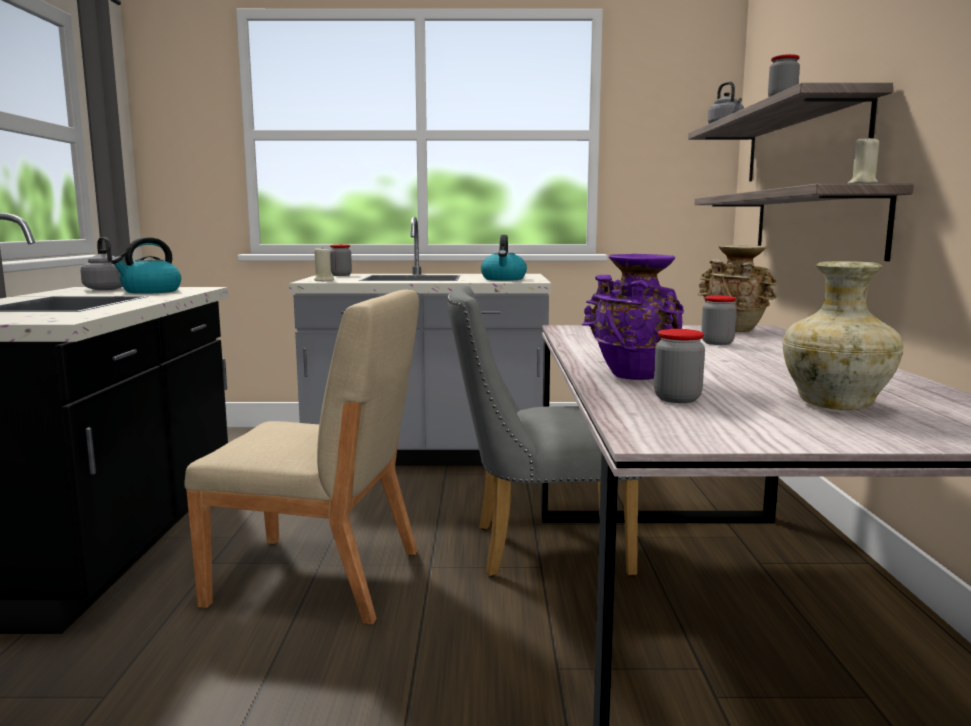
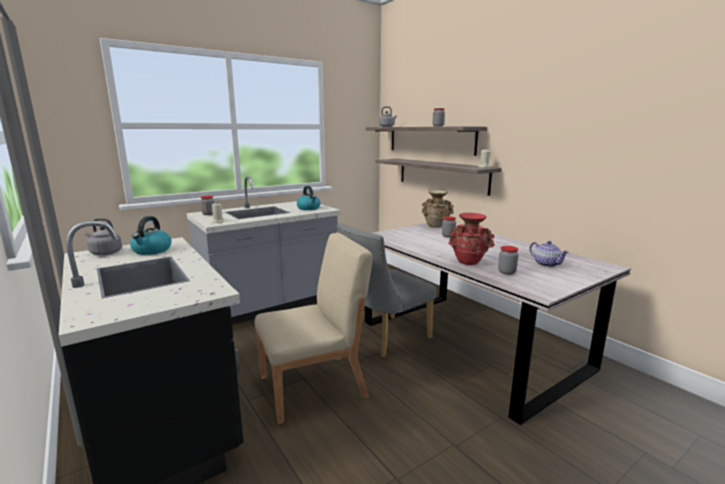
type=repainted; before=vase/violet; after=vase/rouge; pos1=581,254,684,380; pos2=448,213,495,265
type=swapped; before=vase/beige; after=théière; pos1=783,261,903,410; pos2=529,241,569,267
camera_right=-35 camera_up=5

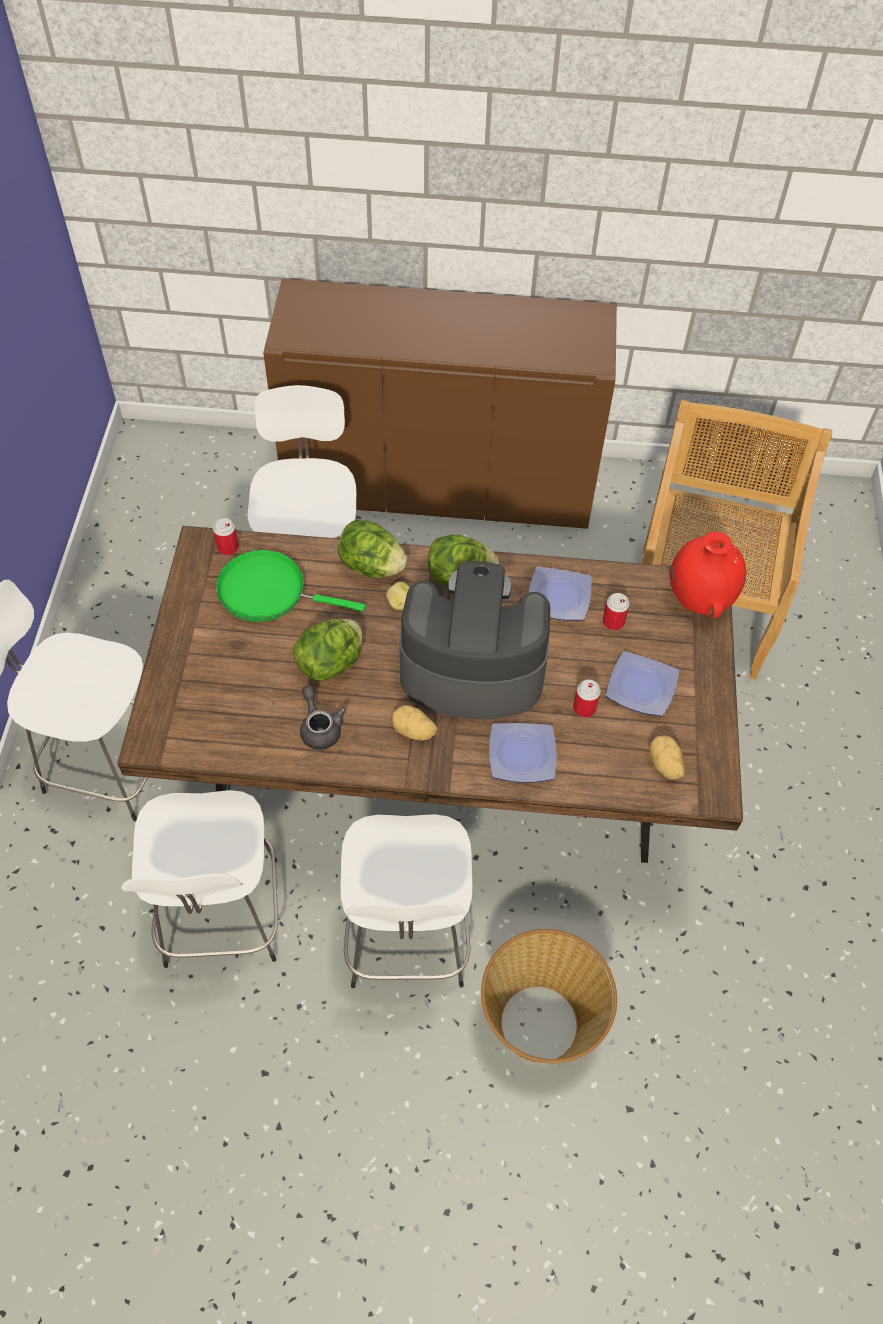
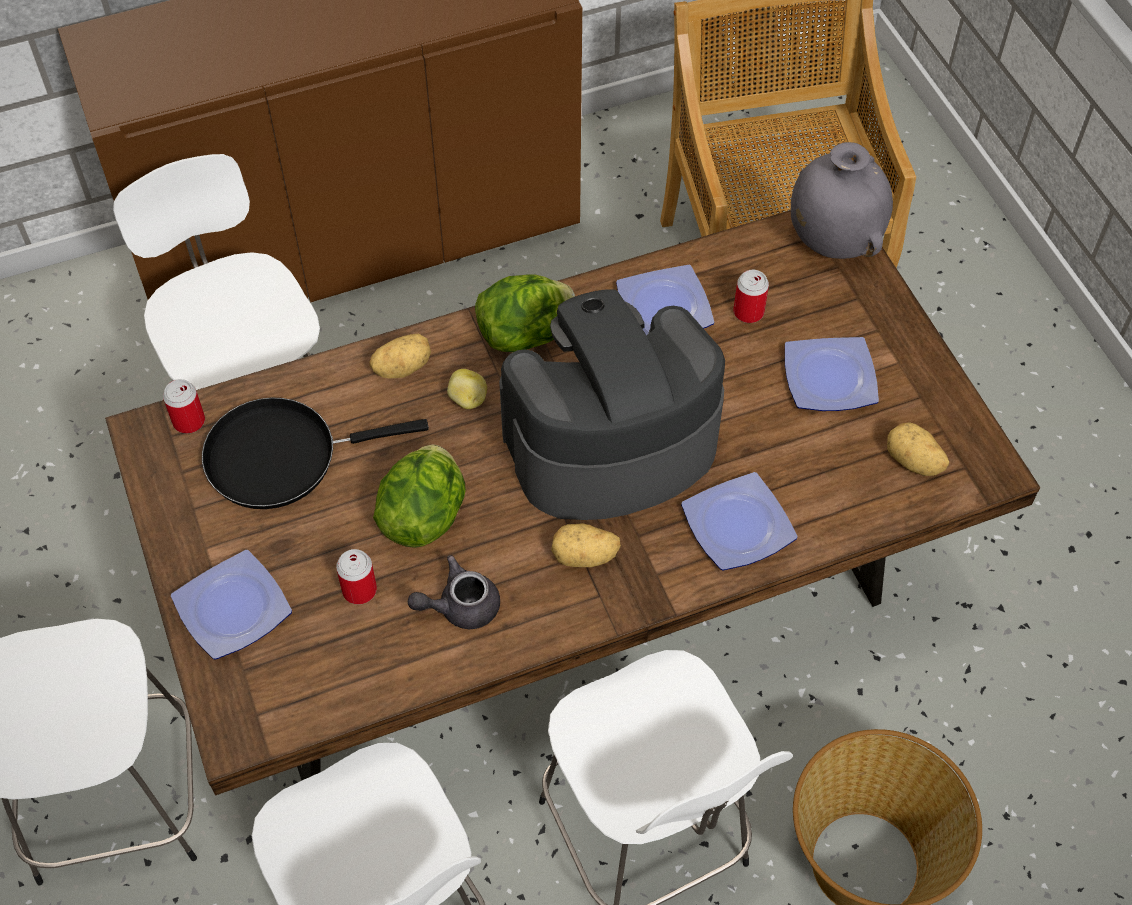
type=repainted; before=poêle/vert; after=poêle/noir; pos1=216,550,365,622; pos2=202,398,429,509
type=rotated; before=théière/gris; pos1=300,686,346,750; pos2=408,555,500,629; turn=-60
type=swapped; before=laitue; after=pomme de terre; pos1=338,520,408,578; pos2=369,334,431,378
type=shifted; before=boîte métallique; pos1=573,679,601,718; pos2=336,549,377,604
type=repainted; before=vase/rouge; after=vase/gris; pos1=670,532,746,618; pos2=791,142,893,259
type=new; after=assiette; pos2=171,550,292,660
camera_right=-25 camera_up=0

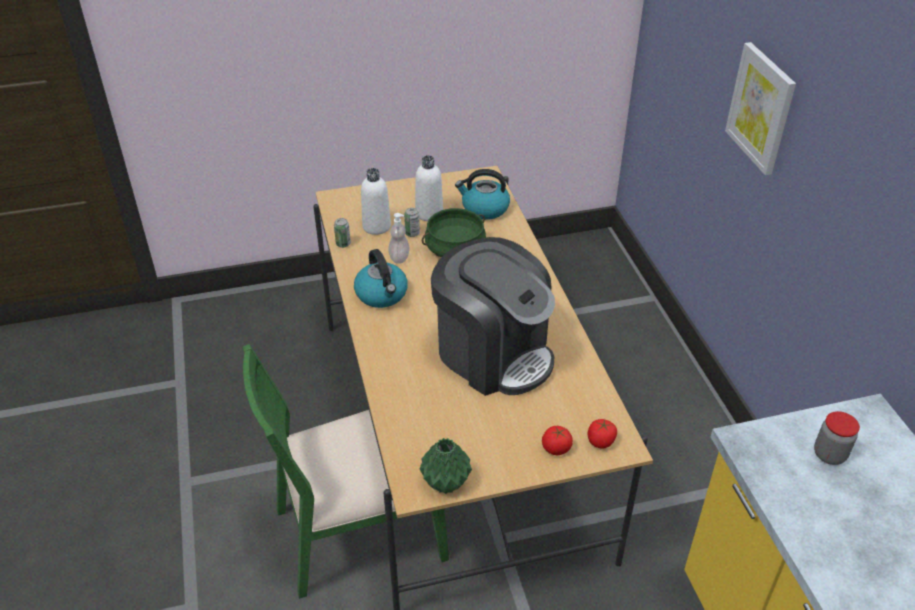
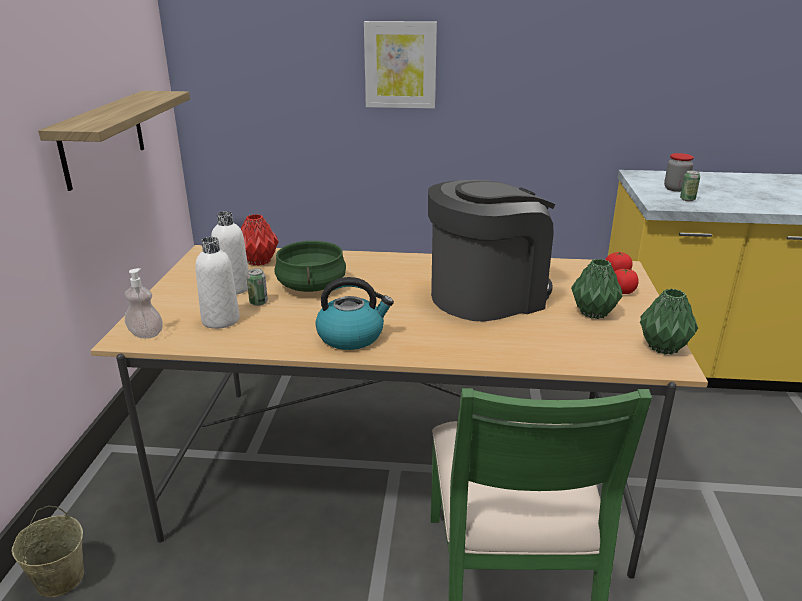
type=shifted; before=boîte métallique; pos1=334,218,351,248; pos2=680,170,700,201
type=shifted; before=distributeur de savon; pos1=388,213,410,264; pos2=125,268,163,338
type=swapped; before=bouilloire; after=vase/rouge; pos1=455,169,510,220; pos2=241,214,279,266
type=new; after=seau/beige; pos2=12,506,84,597
type=new; after=étagère; pos2=38,91,190,191
type=new; after=vase/vert; pos2=571,259,623,319
camera_right=-70 camera_up=-15

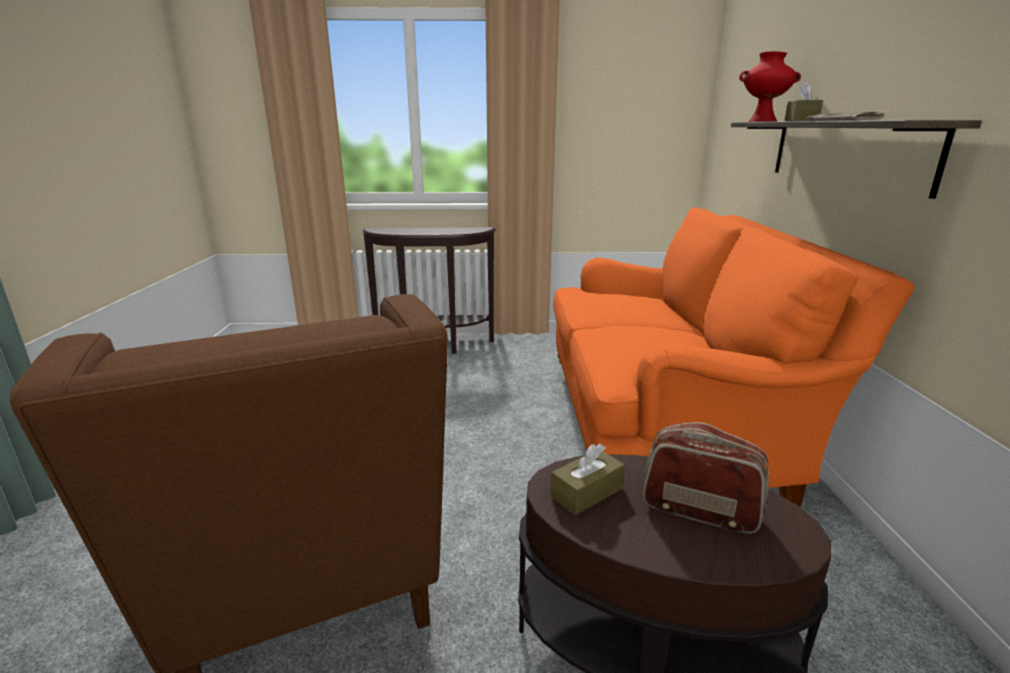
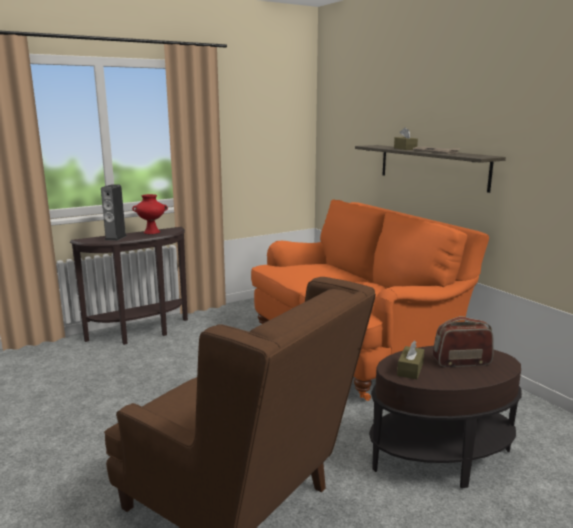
type=shifted; before=vase/rouge; pos1=739,51,801,122; pos2=132,194,168,234
type=new; after=enceinte; pos2=101,184,127,241
camera_right=-30 camera_up=-5

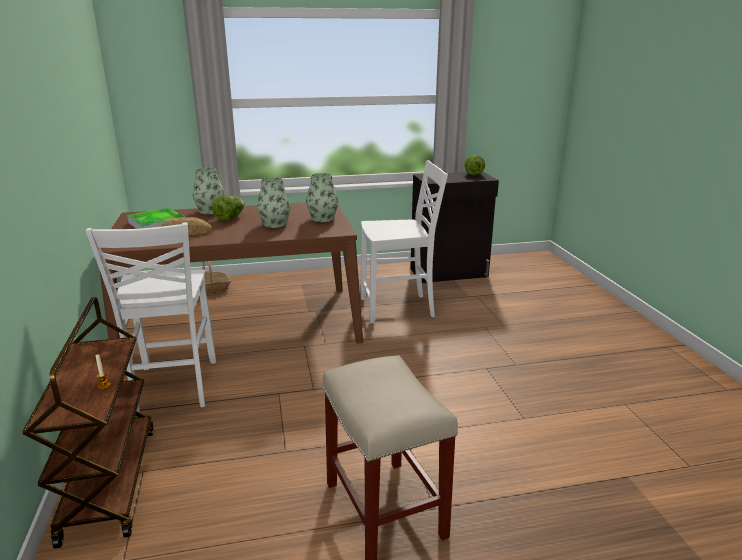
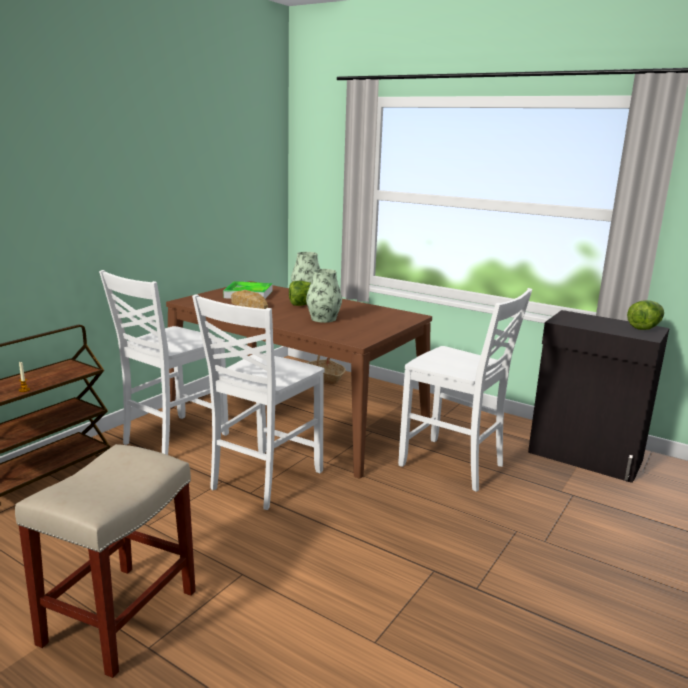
type=gone; before=vase; pos1=306,173,339,222
type=new; after=chaise/blanc; pos2=192,294,325,510
camera_right=45 camera_up=-5

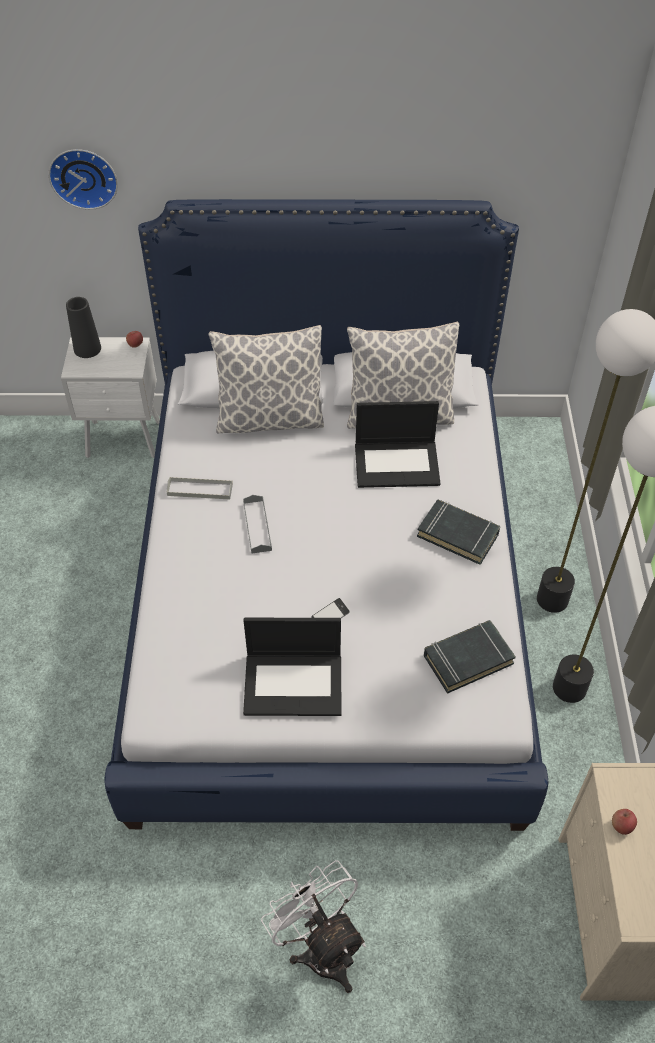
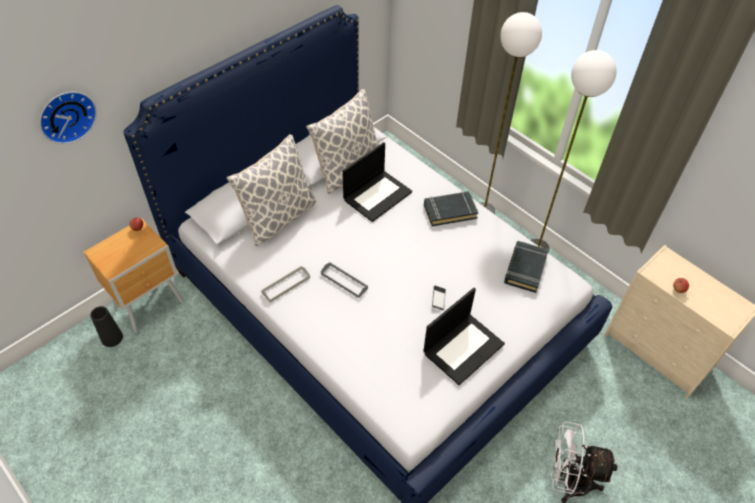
type=repainted; before=table de chevet/blanc; after=table de chevet/marron; pos1=61,337,160,458; pos2=84,218,184,333
type=shifted; before=vase/noir; pos1=66,297,101,358; pos2=90,306,123,347
camera_right=-45 camera_up=0

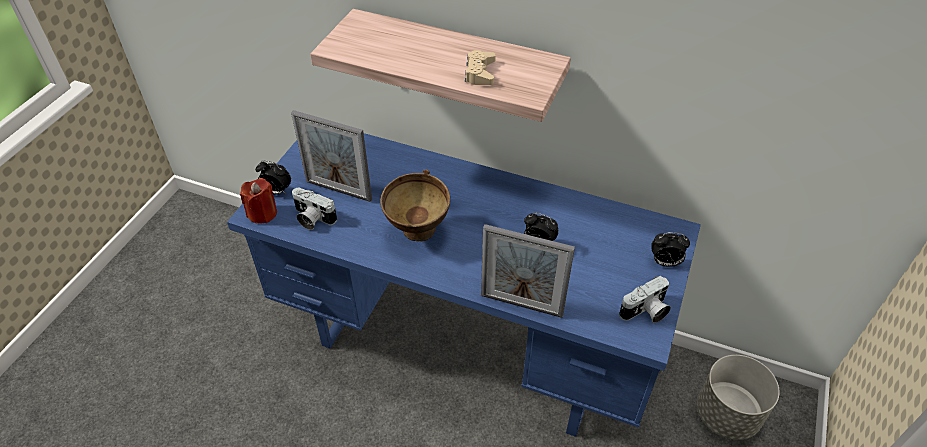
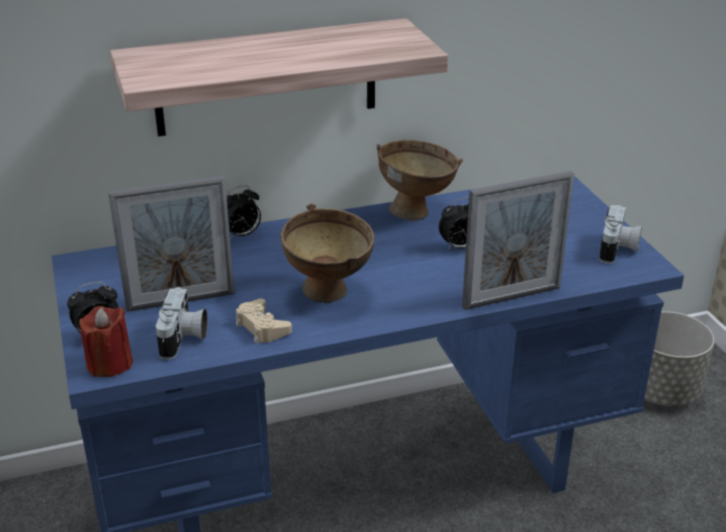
type=rotated; before=appareil photo; pos1=292,188,337,230; pos2=156,287,208,360; turn=-75
type=shifted; before=manette/beige; pos1=465,50,496,85; pos2=236,299,292,344
type=shifted; before=réveil; pos1=651,232,690,267; pos2=227,185,261,240
type=new; after=bol/marron; pos2=377,140,463,221
camera_right=-40 camera_up=-15

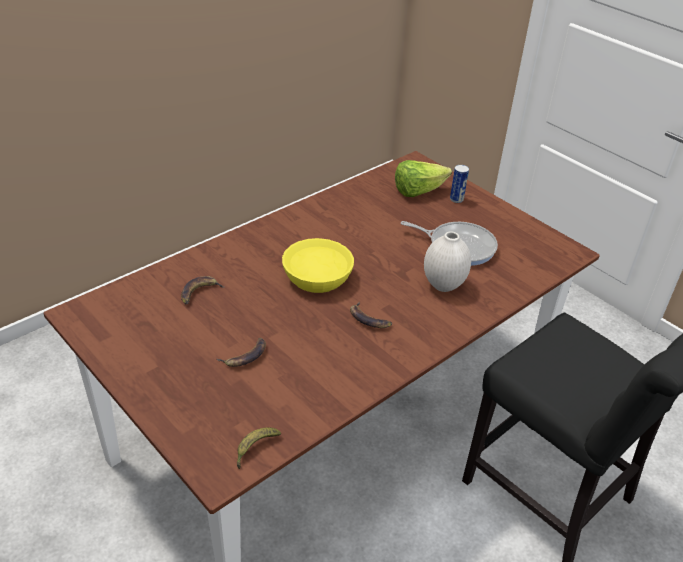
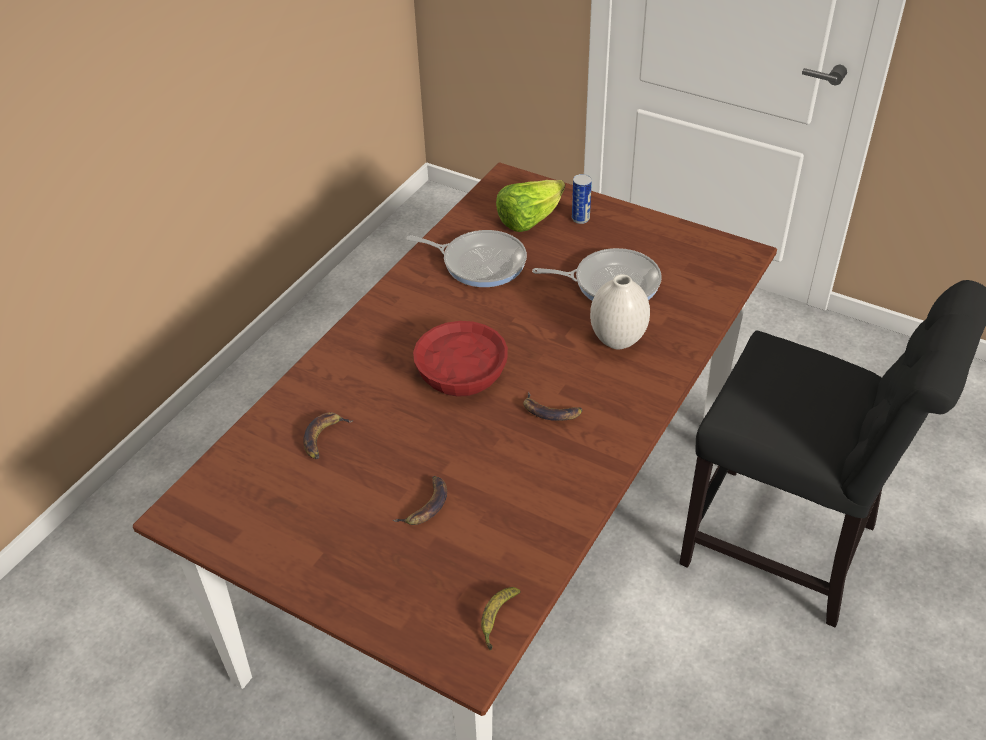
type=repainted; before=bol/jaune; after=bol/rouge; pos1=282,238,354,293; pos2=413,321,508,397
type=new; after=poêle; pos2=407,230,527,287
camera_right=-15 camera_up=5

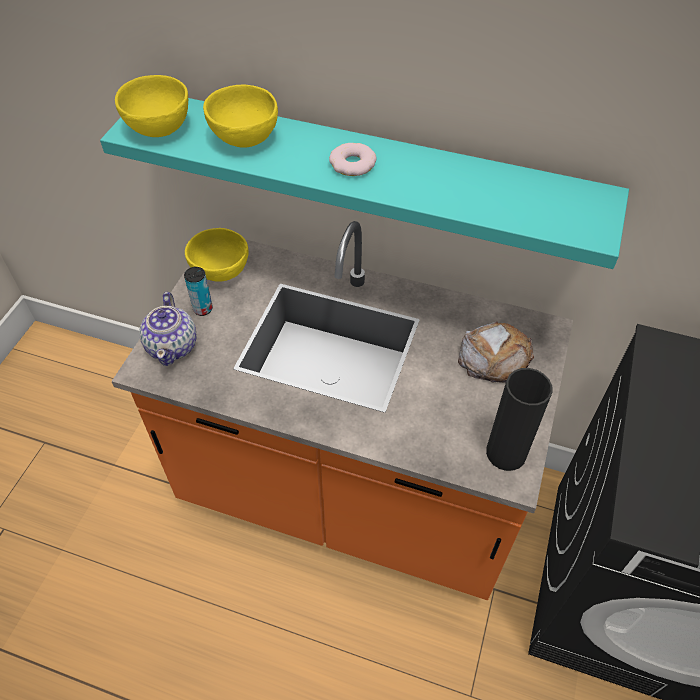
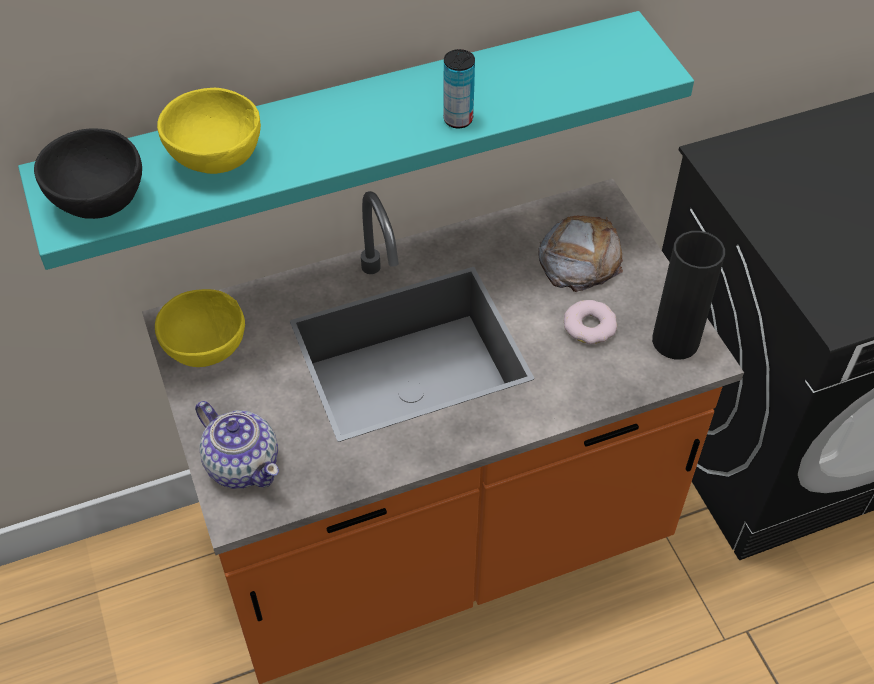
type=repainted; before=bol/jaune; after=bol/noir; pos1=115,75,188,137; pos2=34,128,142,219
type=shifted; before=boîte métallique; pos1=184,267,213,316; pos2=443,49,475,128
type=shifted; before=beignet; pos1=329,143,376,176; pos2=564,300,617,345
camera_right=-40 camera_up=0

